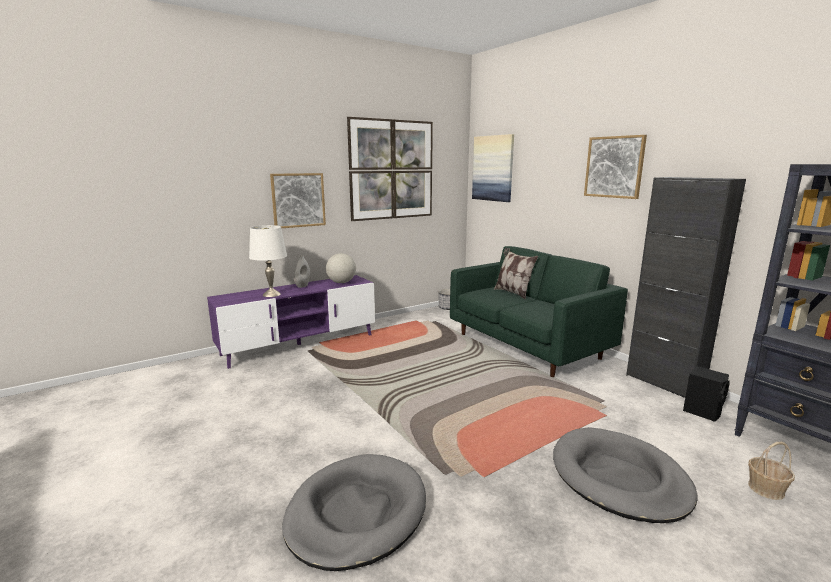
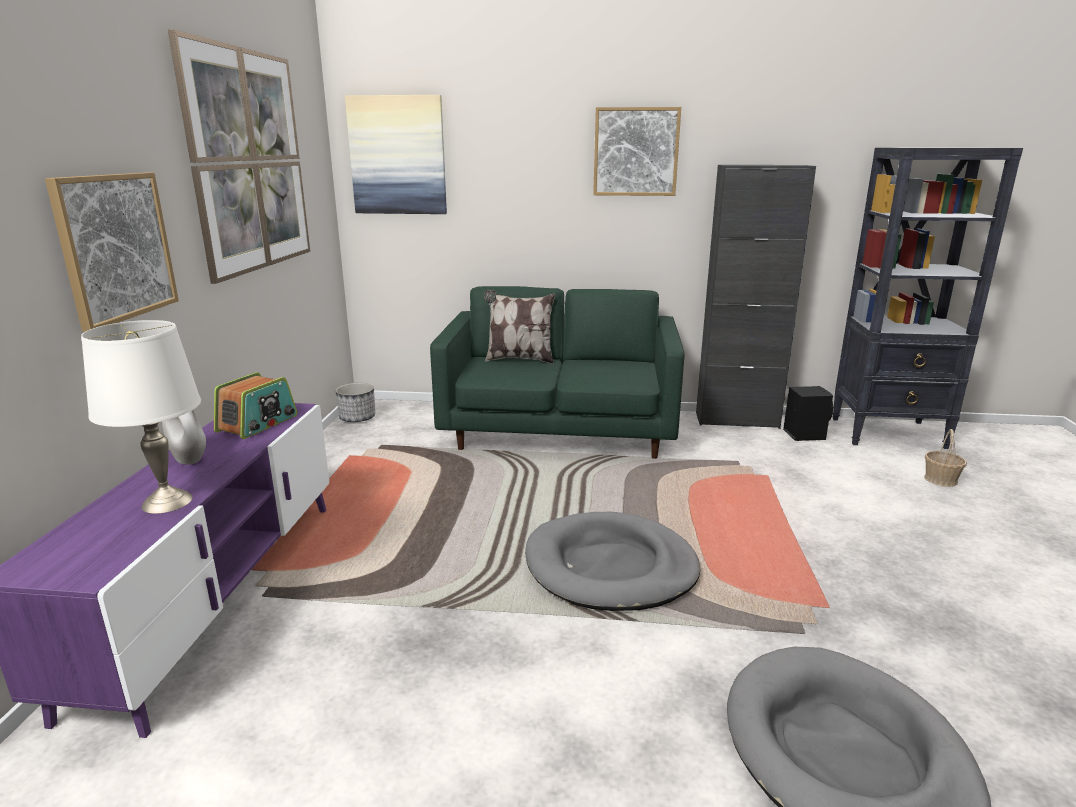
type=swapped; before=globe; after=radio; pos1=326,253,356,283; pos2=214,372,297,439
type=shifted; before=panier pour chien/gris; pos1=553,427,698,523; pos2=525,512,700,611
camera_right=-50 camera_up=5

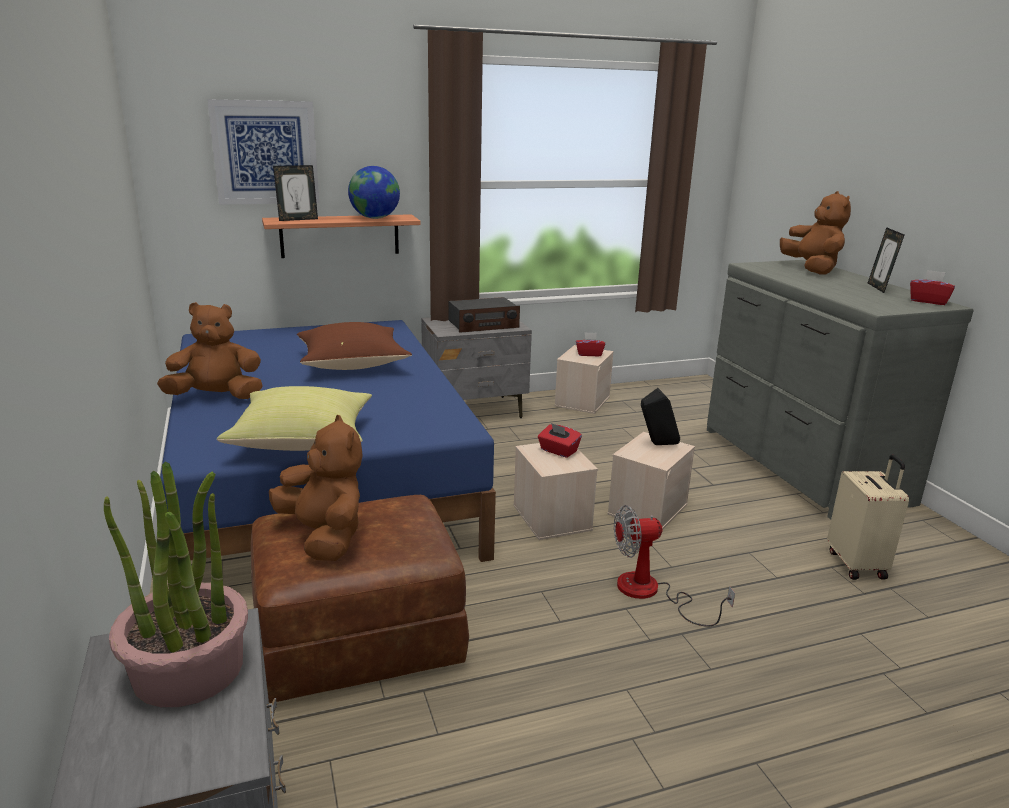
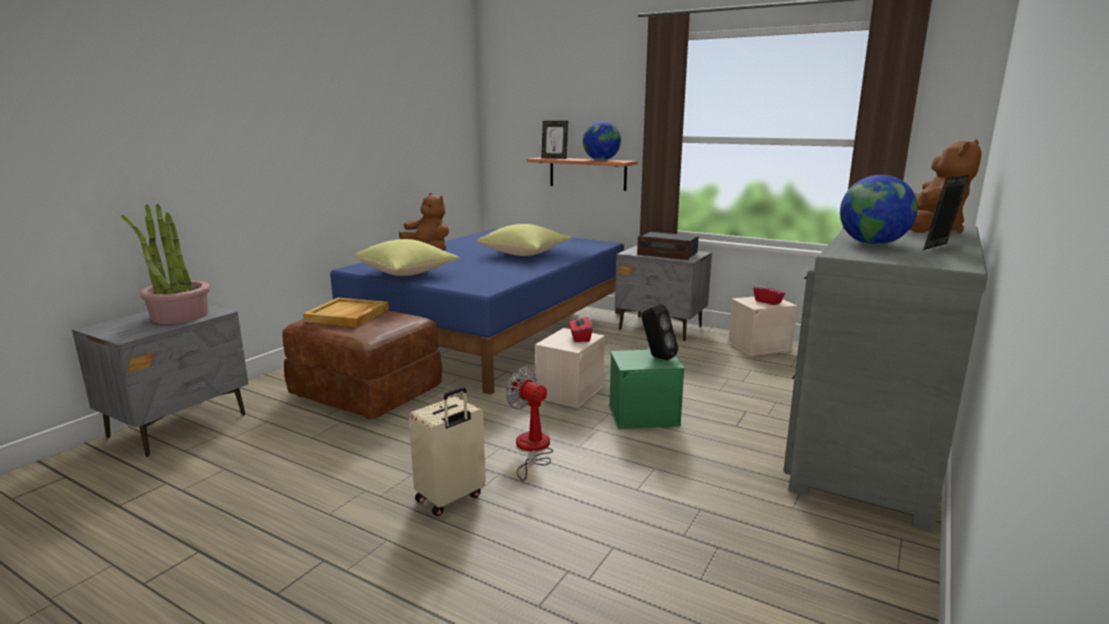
type=gone; before=tableau; pos1=207,99,319,205
type=swapped; before=peluche/marron; after=plateau/beige; pos1=269,415,363,561; pos2=303,298,389,327
type=repainted; before=coussin/marron; after=coussin/jaune; pos1=297,322,412,370; pos2=477,224,571,256
type=repainted; before=boîte de rangement/beige; after=boîte de rangement/vert; pos1=607,432,695,530; pos2=609,350,685,429
type=shifted; before=valise/beige; pos1=827,455,909,580; pos2=409,387,486,516
type=gone; before=boîte à mouchoirs/rouge; pos1=910,270,955,305
type=new; after=globe; pos2=840,175,918,245
camera_right=50 camera_up=-5

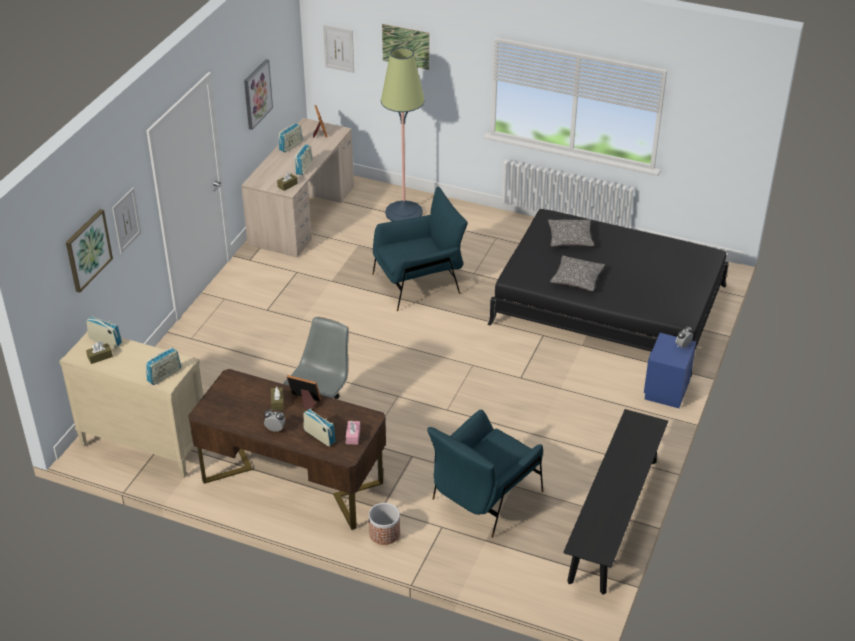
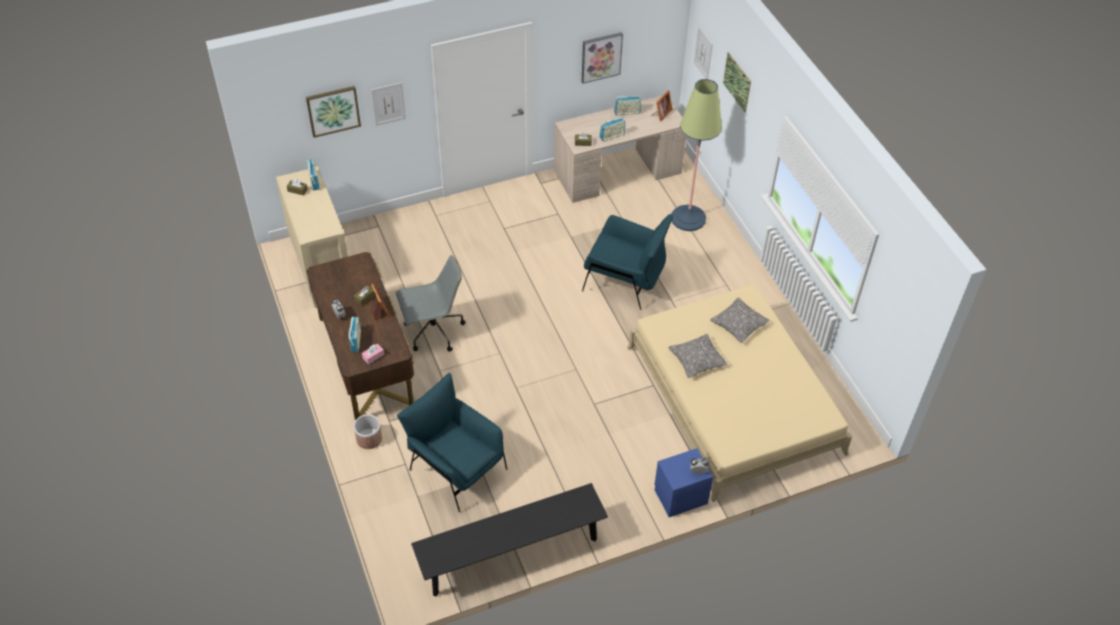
type=gone; before=radio; pos1=145,348,181,385
type=rotated; before=fauteuil/bleu; pos1=427,410,543,538; pos2=397,373,507,512; turn=45
type=repainted; before=lit/noir; after=lit/beige; pos1=487,209,729,376; pos2=627,285,852,502
camera_right=45 camera_up=10

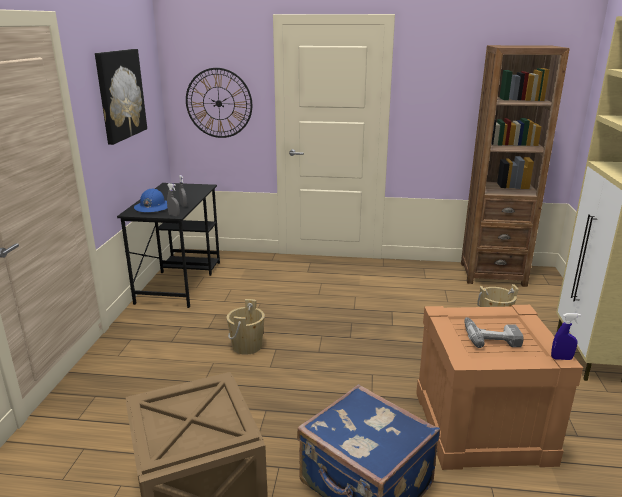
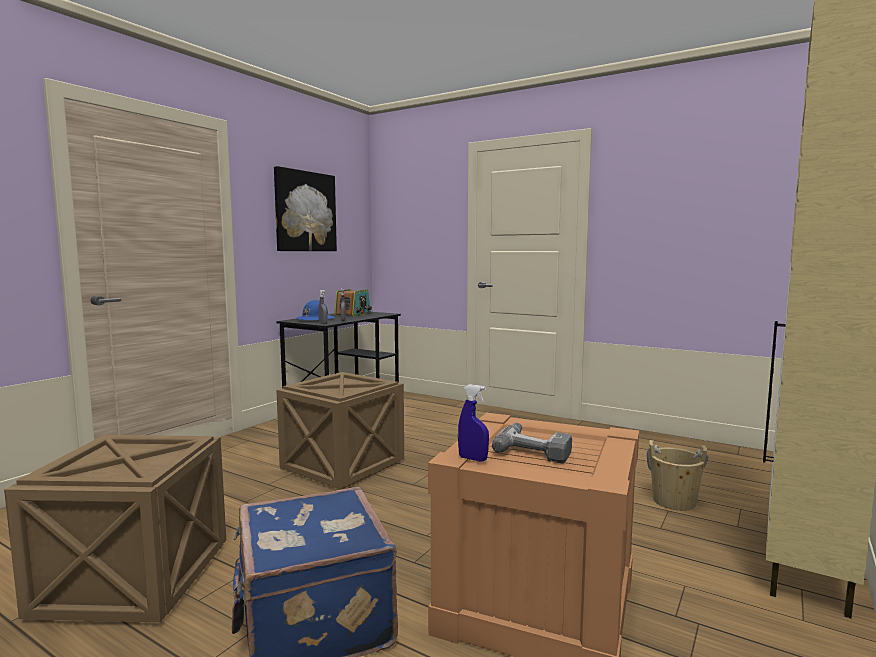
type=gone; before=horloge murale; pos1=186,68,252,138
type=swapped; before=seau/beige; after=caisse; pos1=227,299,265,355; pos2=276,372,404,489
type=gone; before=bibliothèque/marron; pos1=461,45,570,287
type=shifted; before=vaporisateur/bleu; pos1=551,313,581,360; pos2=458,384,489,461
type=new; after=radio; pos2=334,289,372,316
camera_right=25 camera_up=-15

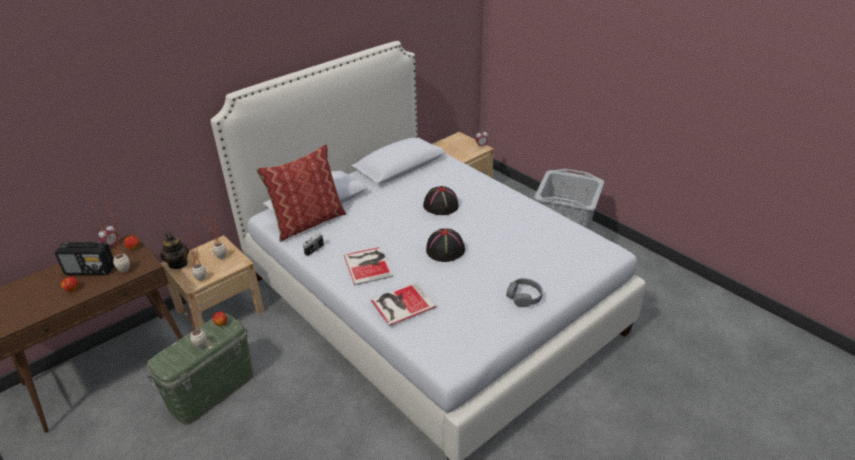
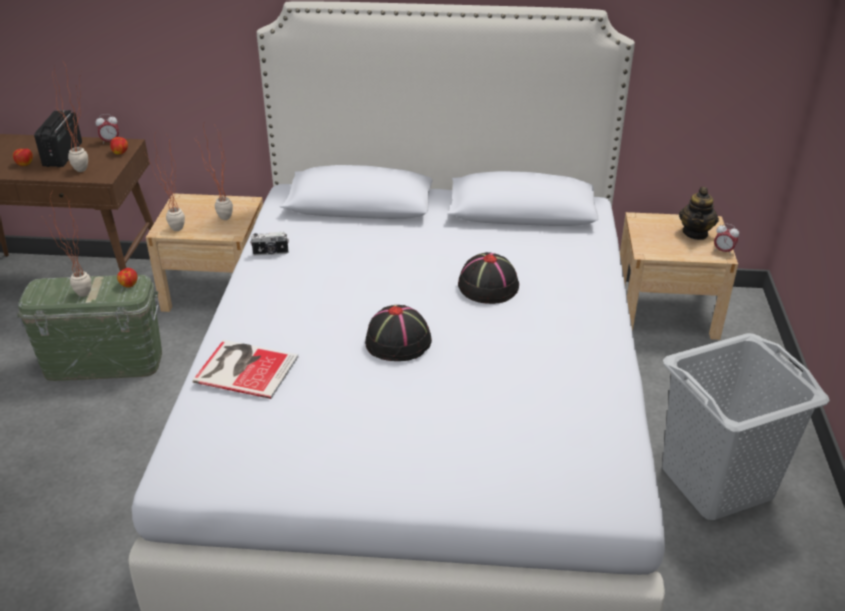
type=rotated; before=radio; pos1=55,241,114,275; pos2=34,110,82,167; turn=45
type=shifted; before=théière; pos1=160,232,189,269; pos2=679,187,719,240
type=gone; before=coussin; pos1=256,144,346,242
type=gone; before=livre; pos1=344,247,393,285
type=gone; before=casque audio/gris; pos1=506,278,543,307
camera_right=45 camera_up=0

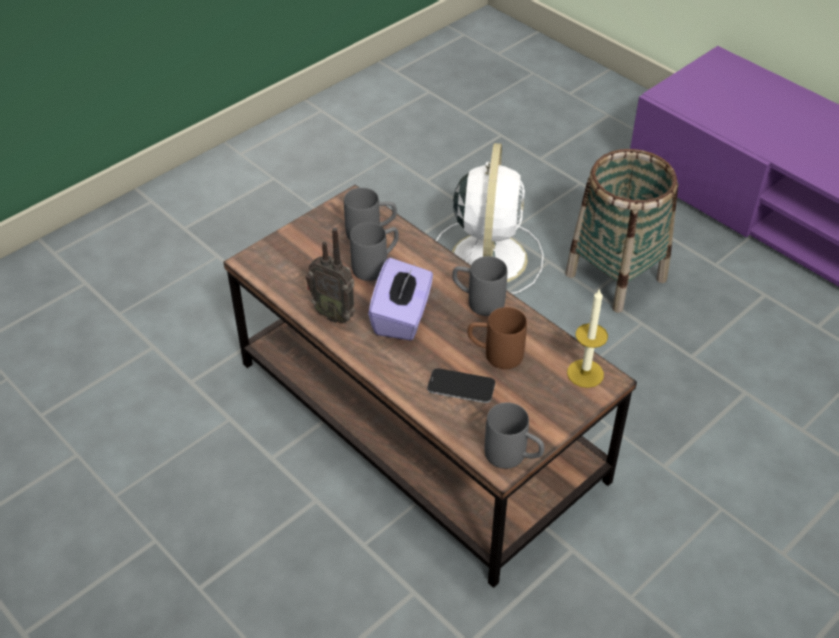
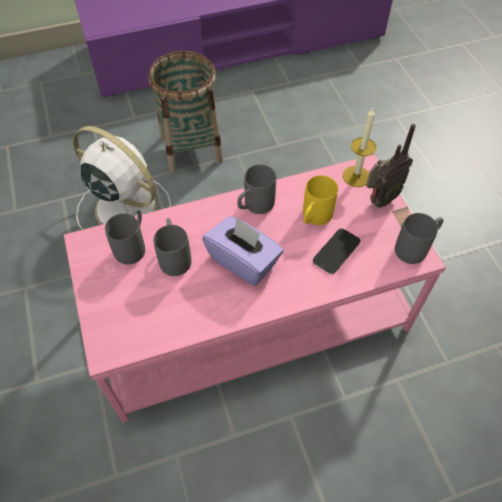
type=repainted; before=table basse/marron; after=table basse/rose; pos1=223,185,637,588; pos2=64,154,446,423
type=shifted; before=radio; pos1=306,228,355,323; pos2=366,124,416,208
type=repainted; before=mug/marron; after=mug/jaune; pos1=467,307,527,369; pos2=303,175,338,225
camera_right=-65 camera_up=10

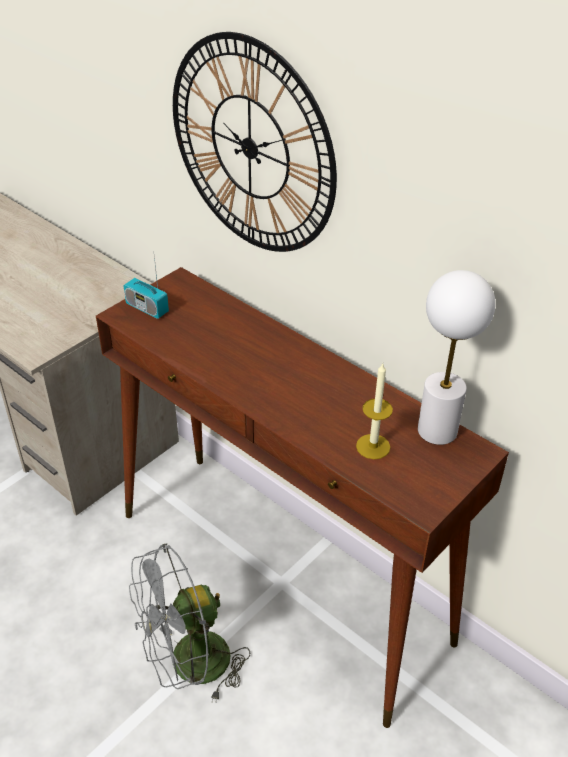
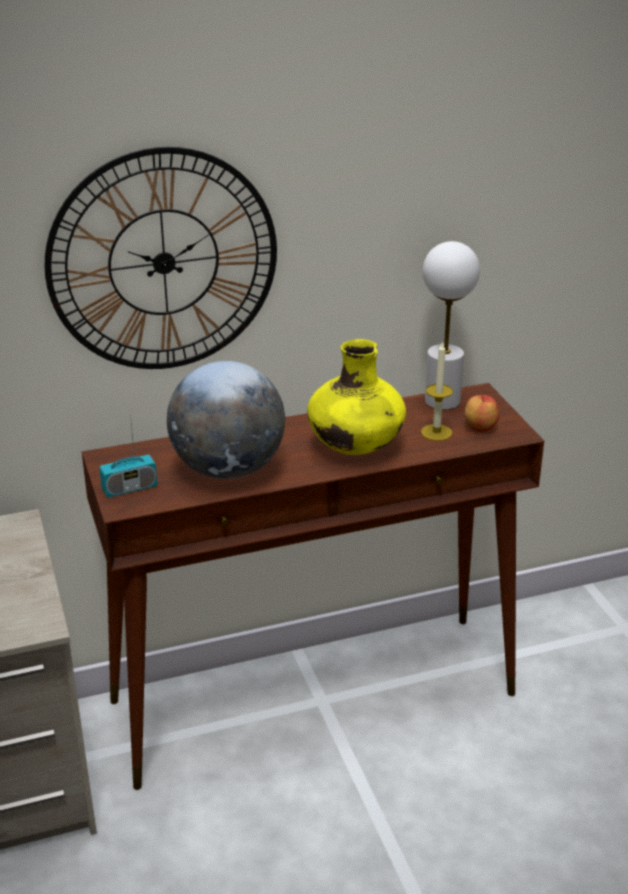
type=gone; before=ventilateur/gris; pos1=129,544,250,702
type=new; after=globe; pos2=167,361,285,479
type=new; after=vase/jaune; pos2=307,339,406,455
type=new; after=pomme; pos2=464,394,499,432
camera_right=-60 camera_up=-10

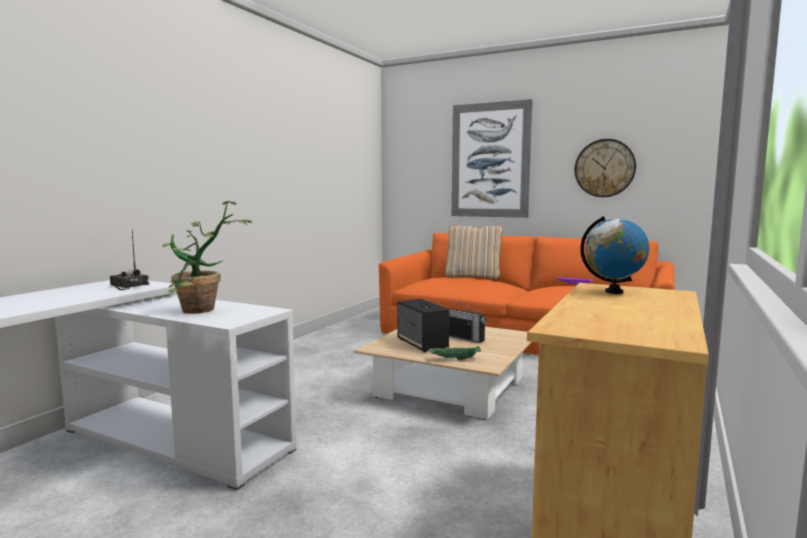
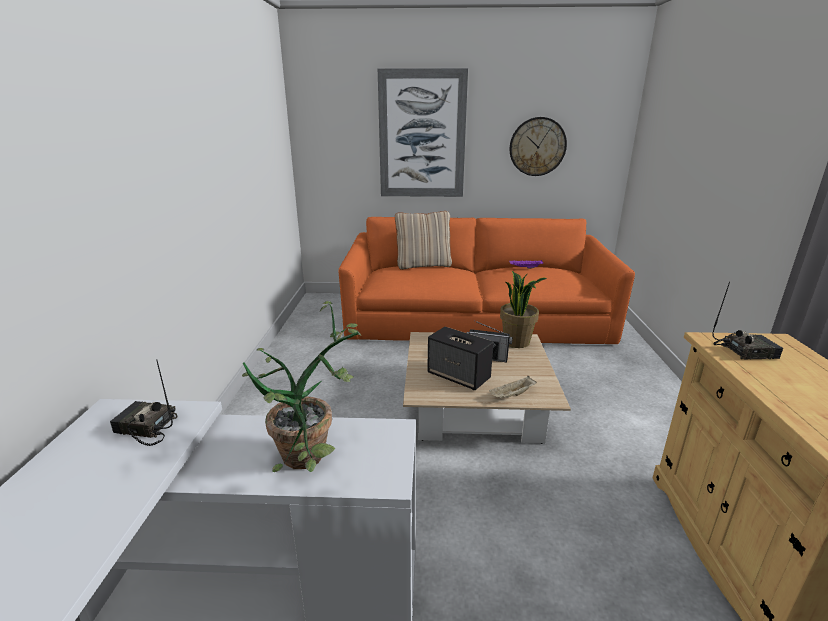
type=repainted; before=plateau/vert; after=plateau/beige; pos1=429,346,481,360; pos2=489,376,537,399
type=swapped; before=globe; after=radio; pos1=580,216,649,294; pos2=712,282,783,360
type=new; after=plante en pot; pos2=500,271,547,348
camera_right=-25 camera_up=15

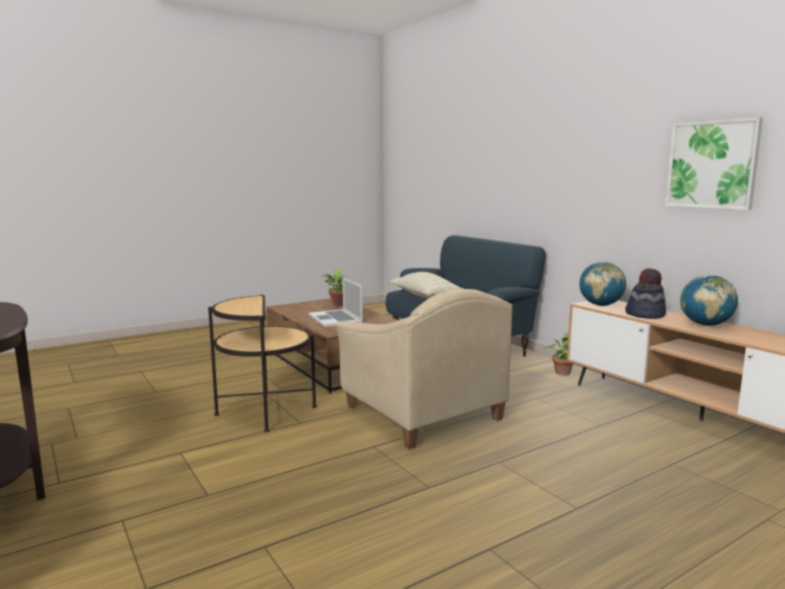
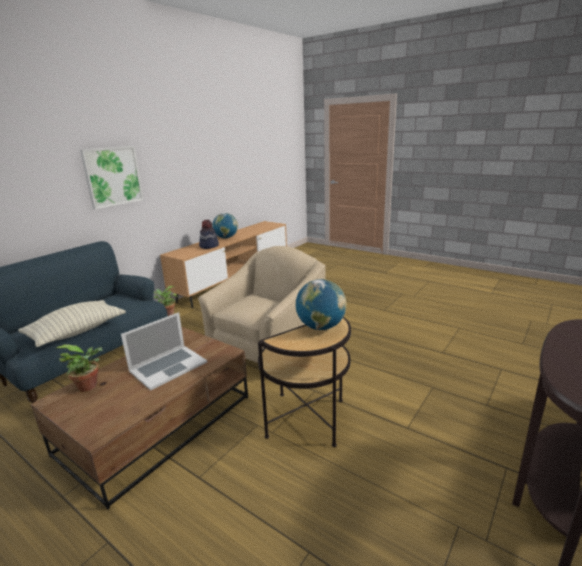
type=shifted; before=globe; pos1=579,262,626,306; pos2=295,279,347,330
type=shifted; before=tableau; pos1=665,117,763,210; pos2=80,146,144,209
camera_right=-110 camera_up=10

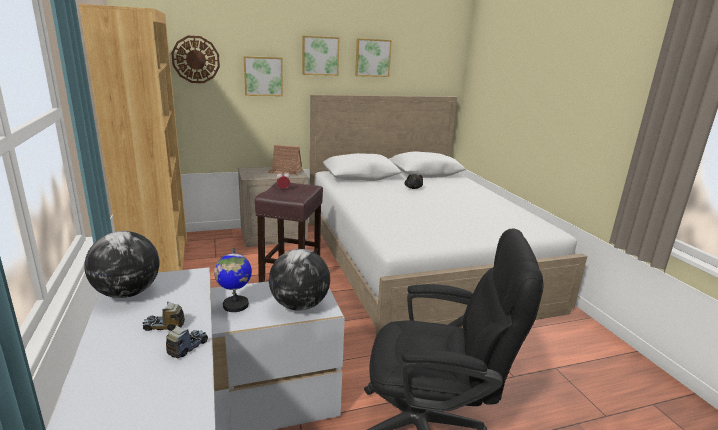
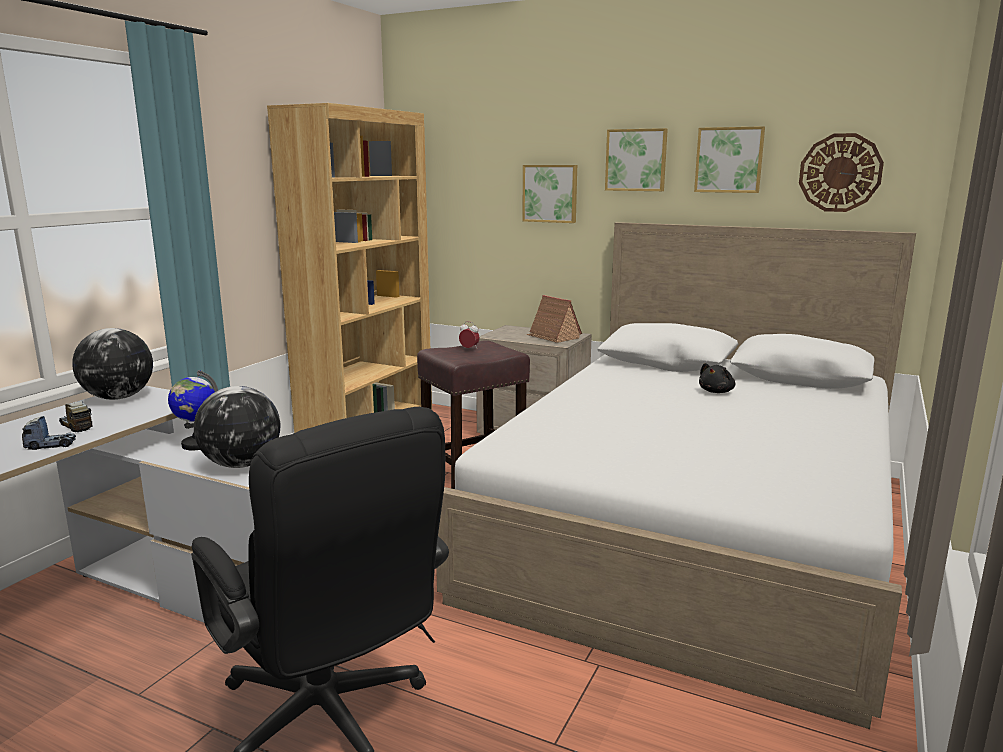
type=shifted; before=horloge murale; pos1=171,36,220,83; pos2=799,133,884,212
camera_right=45 camera_up=-5

